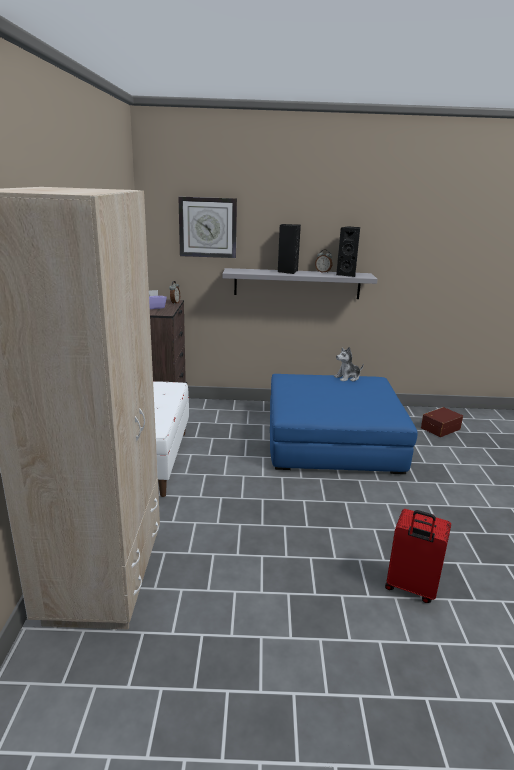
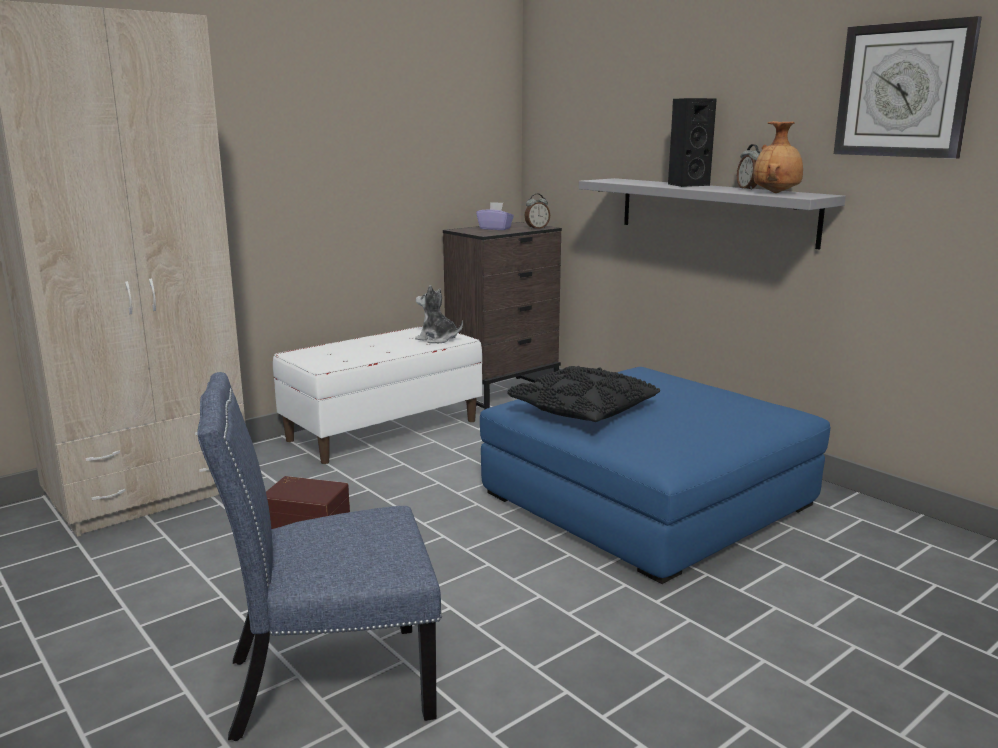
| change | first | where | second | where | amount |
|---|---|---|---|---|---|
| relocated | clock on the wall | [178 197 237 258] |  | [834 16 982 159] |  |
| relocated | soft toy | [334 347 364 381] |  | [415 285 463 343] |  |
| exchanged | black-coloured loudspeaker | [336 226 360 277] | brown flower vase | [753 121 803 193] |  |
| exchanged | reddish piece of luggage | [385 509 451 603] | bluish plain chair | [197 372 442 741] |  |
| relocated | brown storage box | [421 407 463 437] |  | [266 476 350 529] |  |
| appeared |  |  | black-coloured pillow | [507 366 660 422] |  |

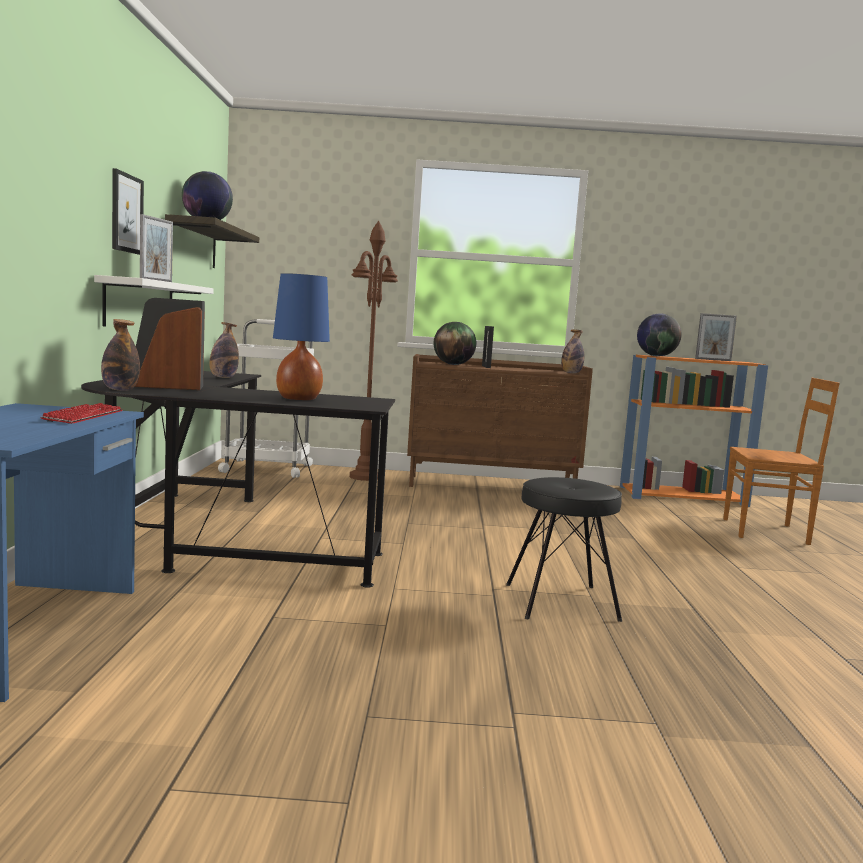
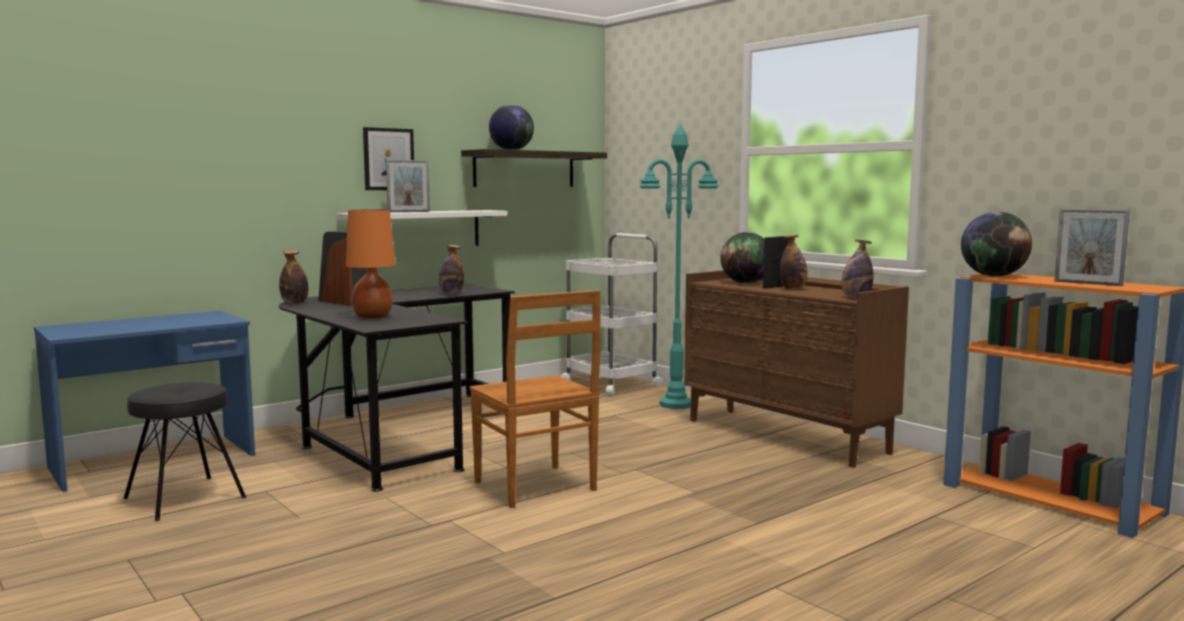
| change | first | where | second | where | amount |
|---|---|---|---|---|---|
| missing | keyboard | [41 403 122 424] |  |  |  |
| colour | bluish table lamp | [273 273 330 400] | orange-coloured table lamp | [346 209 396 318] |  |
| colour | brown standard lamp | [350 221 398 481] | turquoise standard lamp | [639 124 719 409] |  |
| relocated | black-coloured stool | [506 477 622 622] |  | [123 382 246 521] |  |
| relocated | brown plain chair | [723 378 840 545] |  | [469 290 601 508] |  |
| appeared |  |  | drink bottle | [780 235 808 289] |  |

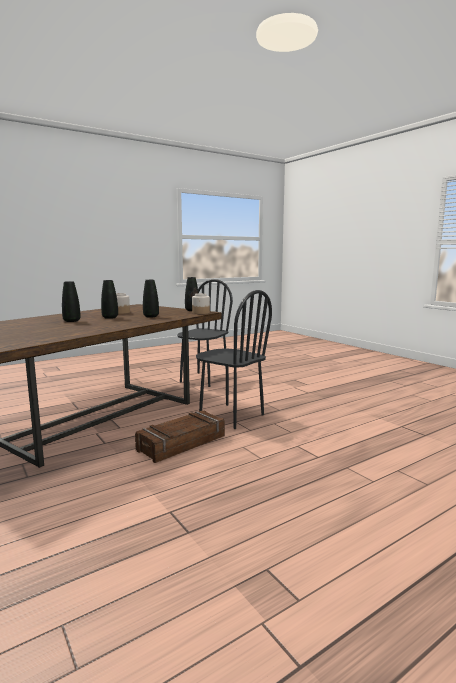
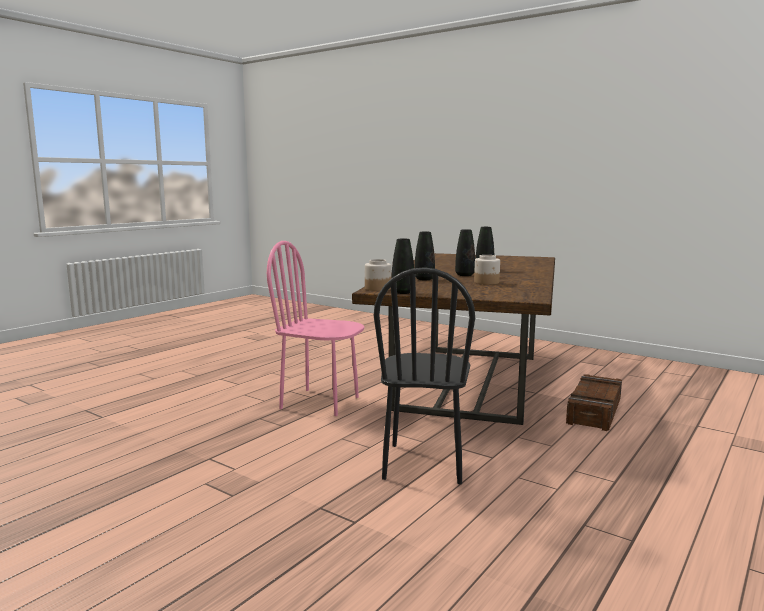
| change | first | where | second | where | amount |
|---|---|---|---|---|---|
| relocated | shipping crate | [135 411 225 463] |  | [566 374 622 431] |  |
| colour | black-coloured plain chair | [196 290 272 429] | pink-coloured plain chair | [267 241 364 416] |  |

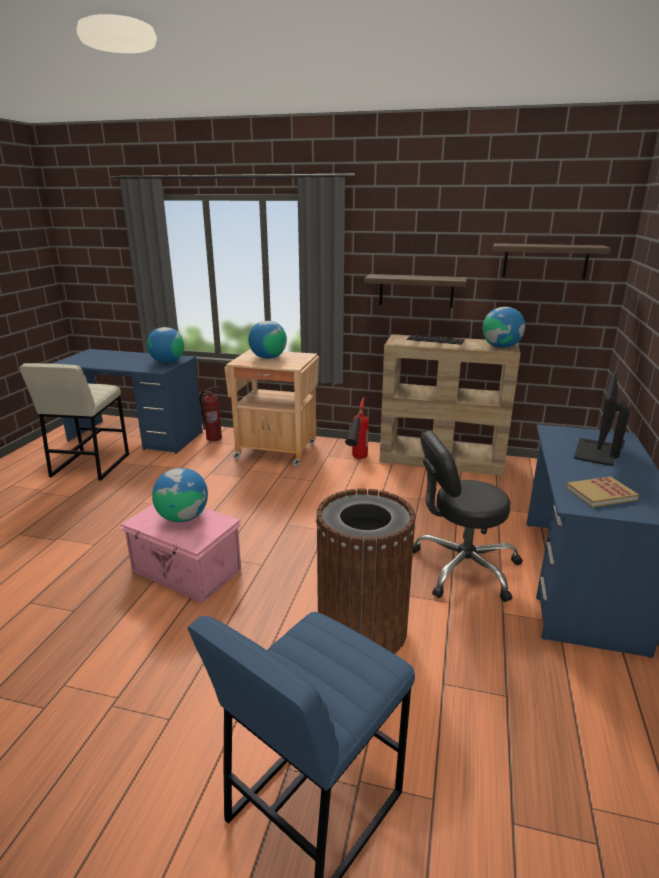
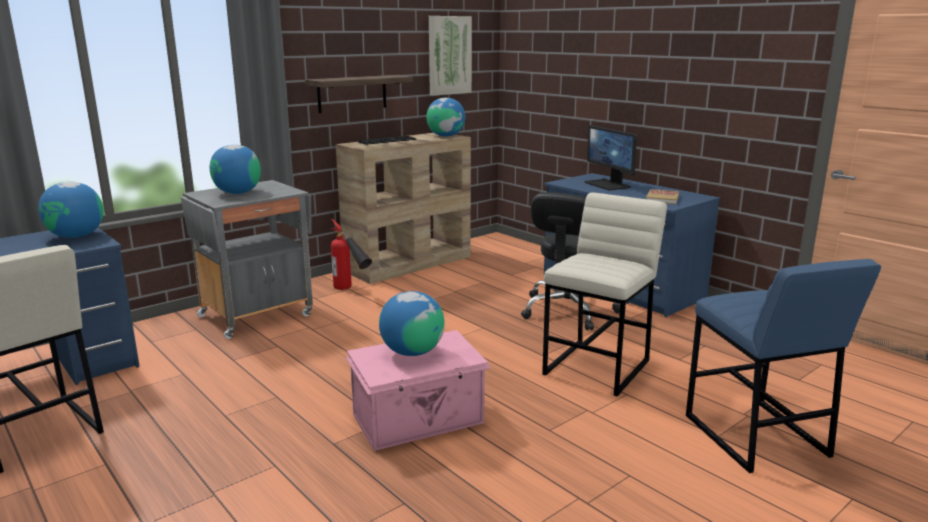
| change | first | where | second | where | amount |
|---|---|---|---|---|---|
| missing | fire-fighting cylinder | [199 386 222 442] |  |  |  |
| colour | brown cart | [224 349 319 466] | greyish cart | [181 180 313 339] |  |
| exchanged | brown waste bin | [316 489 416 654] | beige plain chair | [542 192 667 396] |  |
| exchanged | shelf | [493 243 611 279] | wall art | [429 16 472 96] |  |

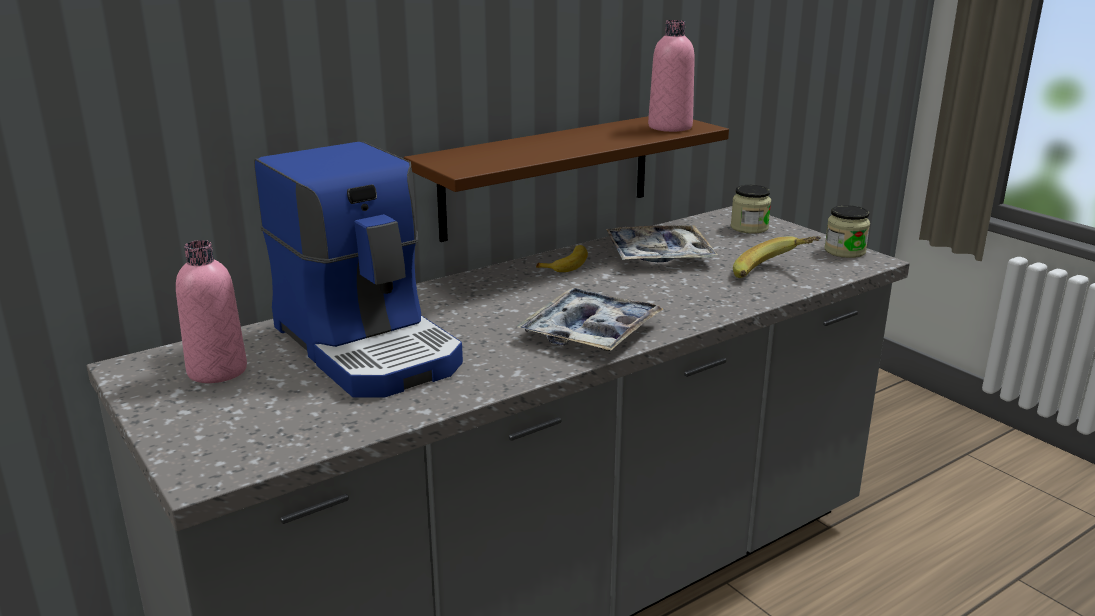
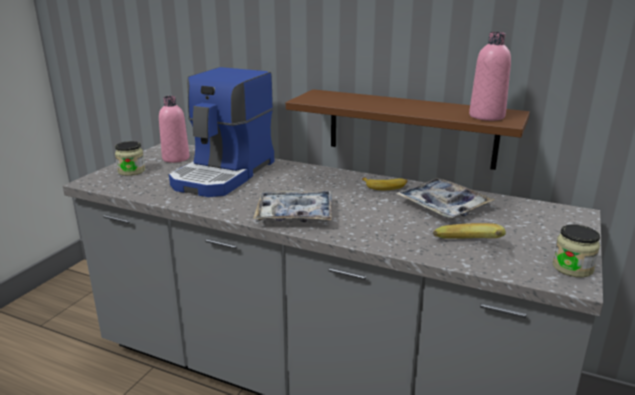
| change | first | where | second | where | amount |
|---|---|---|---|---|---|
| relocated | storage jar | [731 185 771 234] |  | [115 141 145 176] |  |

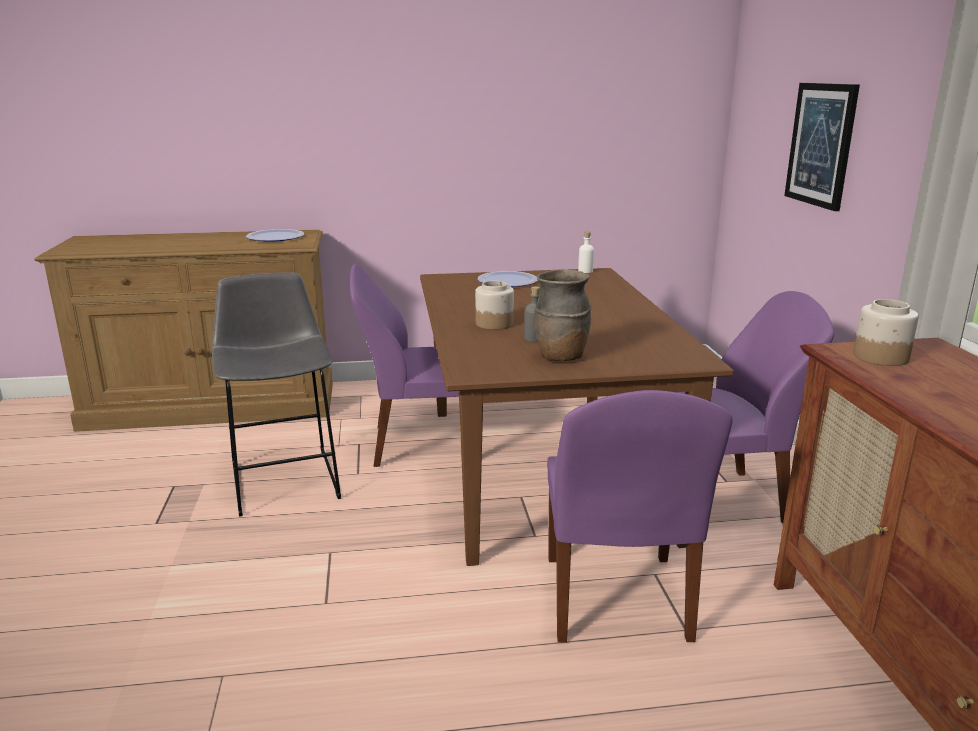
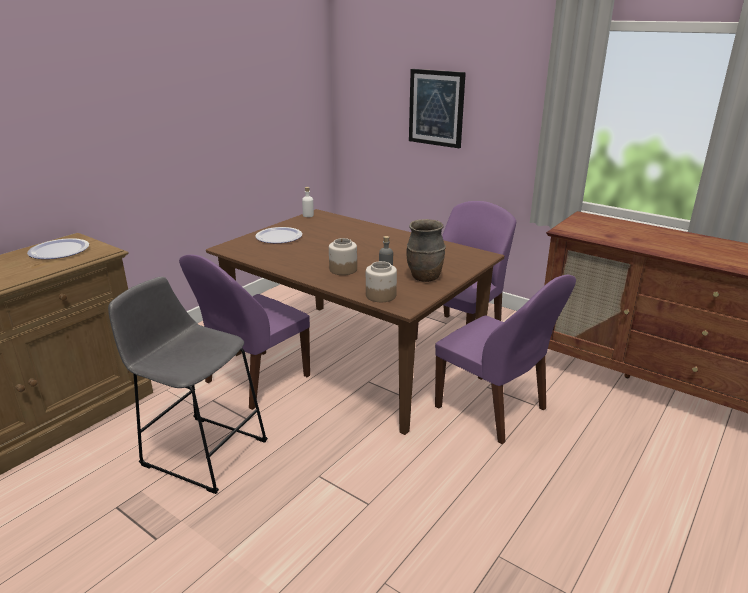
| change | first | where | second | where | amount |
|---|---|---|---|---|---|
| relocated | storage jar | [854 299 919 366] |  | [366 261 397 302] |  |

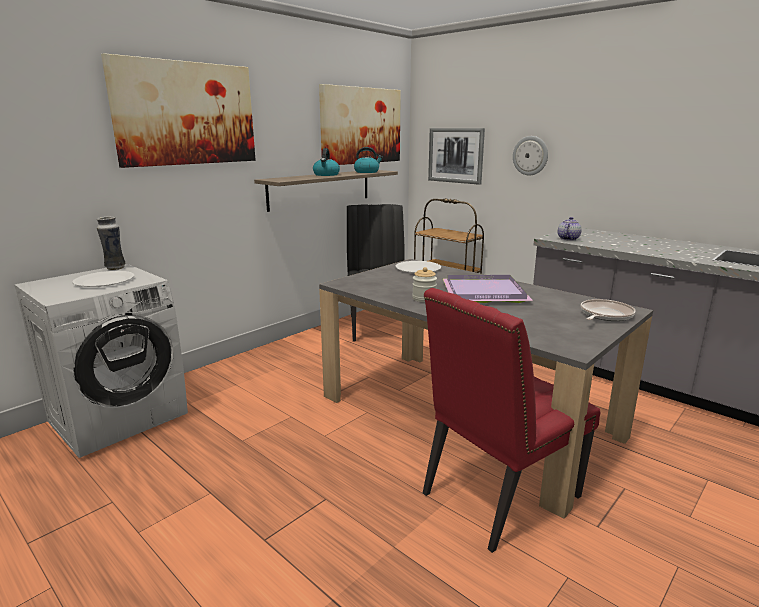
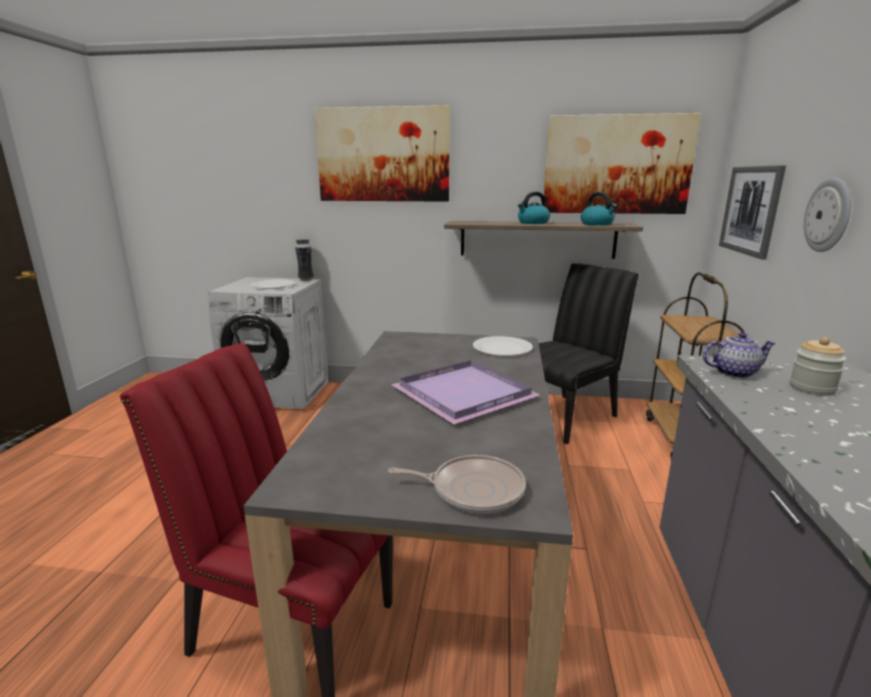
| change | first | where | second | where | amount |
|---|---|---|---|---|---|
| relocated | storage jar | [412 267 437 302] |  | [789 337 846 396] |  |

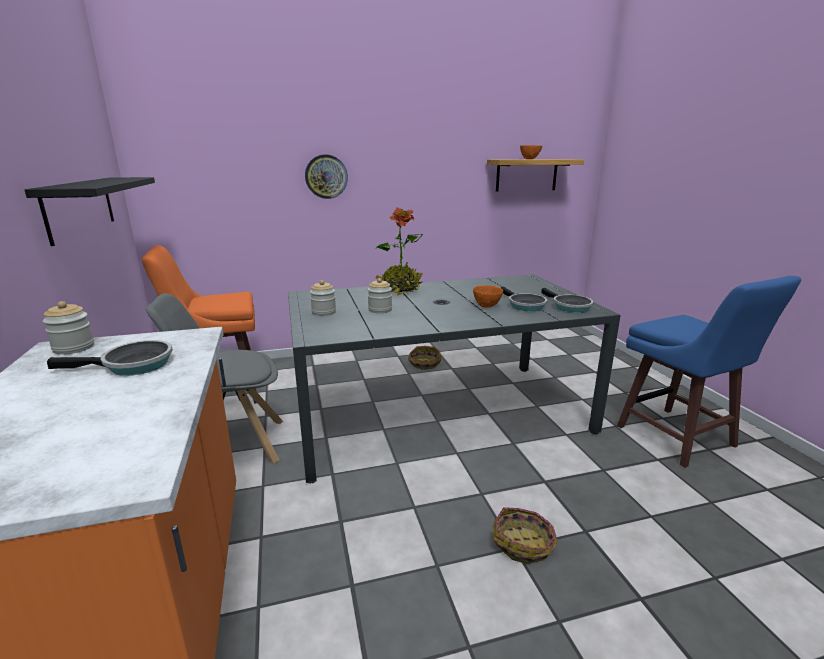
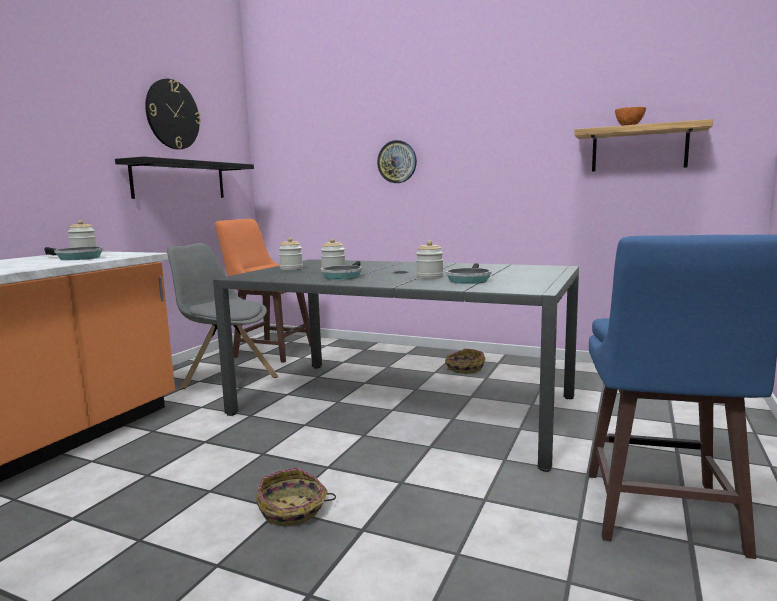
| change | first | where | second | where | amount |
|---|---|---|---|---|---|
| missing | houseplant | [375 207 423 296] |  |  |  |
| exchanged | orange-coloured bowl | [473 285 503 308] | storage jar | [416 241 443 279] |  |
| relocated | frying pan | [542 288 593 313] |  | [321 261 362 280] |  |
| appeared |  |  | clock on the wall | [145 79 201 149] |  |

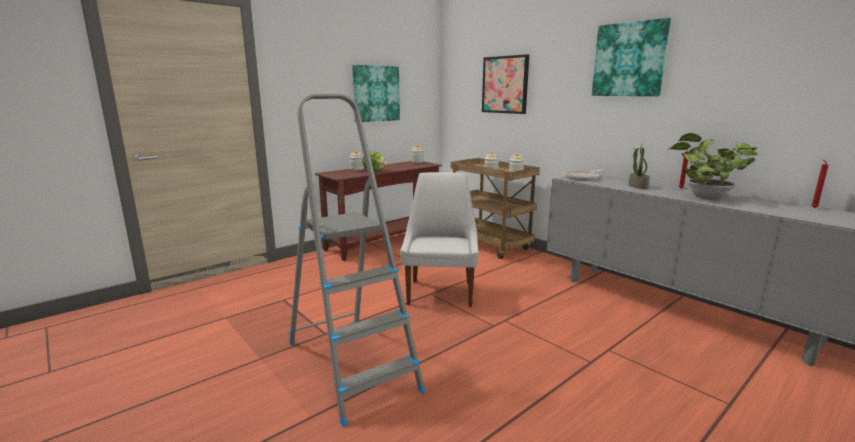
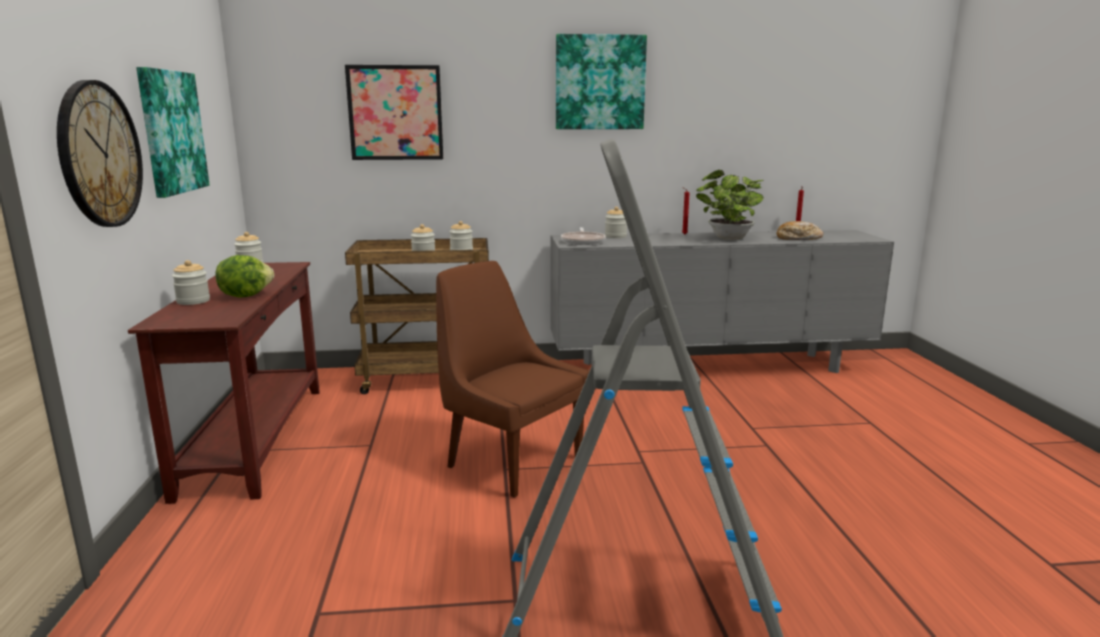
| change | first | where | second | where | amount |
|---|---|---|---|---|---|
| colour | white-coloured plain chair | [400 172 479 307] | brown plain chair | [436 261 589 498] |  |
| missing | houseplant | [629 144 650 189] |  |  |  |
| appeared |  |  | clock on the wall | [57 80 143 227] |  |
| appeared |  |  | storage jar | [605 207 627 238] |  |
| appeared |  |  | bakery bread | [776 221 823 240] |  |

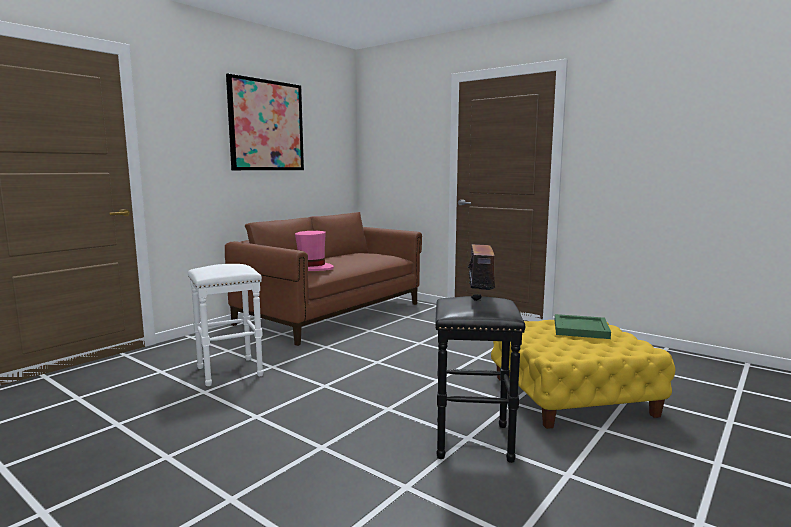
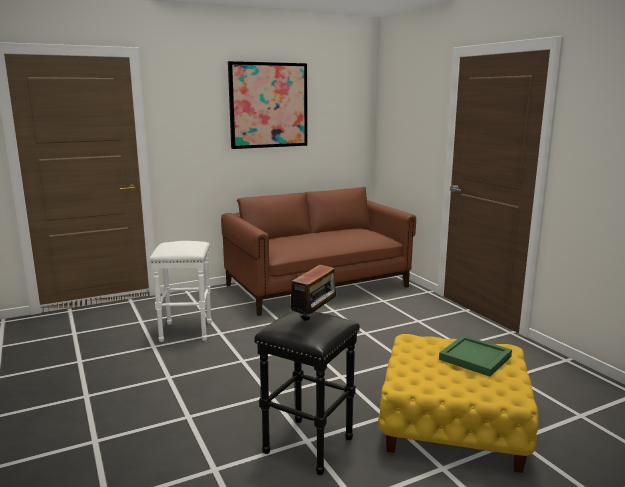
| change | first | where | second | where | amount |
|---|---|---|---|---|---|
| missing | pink-coloured hat | [295 231 334 271] |  |  |  |

